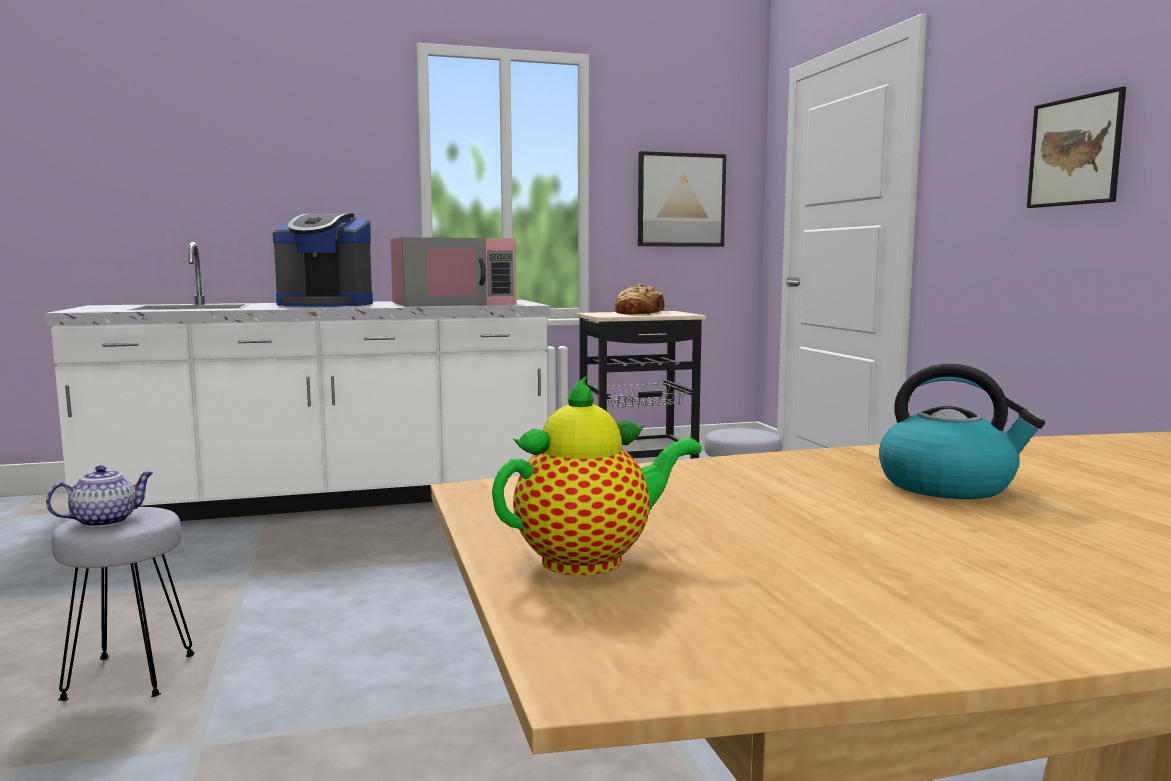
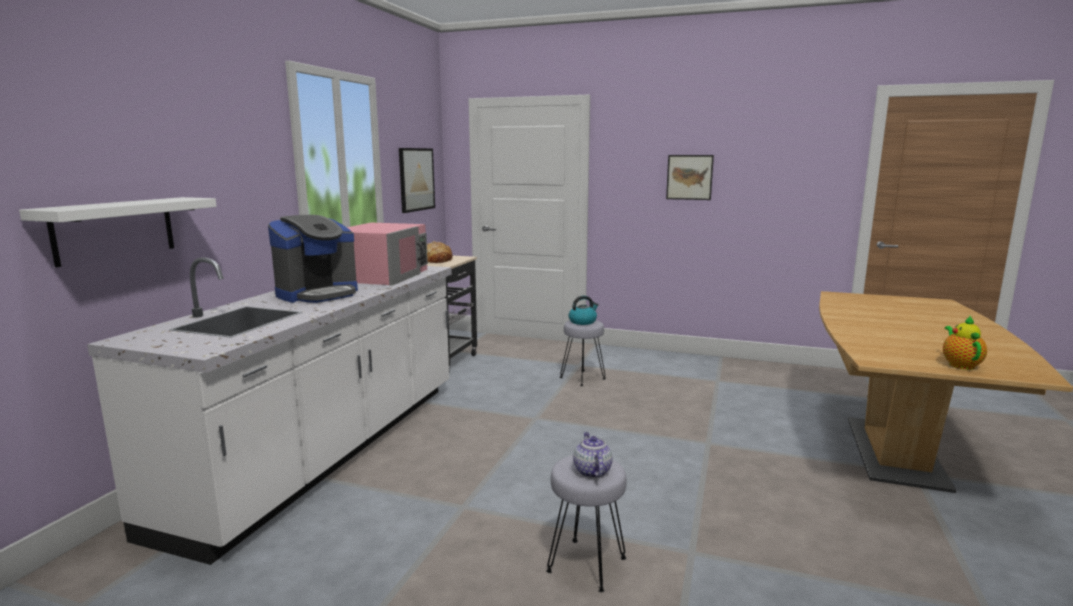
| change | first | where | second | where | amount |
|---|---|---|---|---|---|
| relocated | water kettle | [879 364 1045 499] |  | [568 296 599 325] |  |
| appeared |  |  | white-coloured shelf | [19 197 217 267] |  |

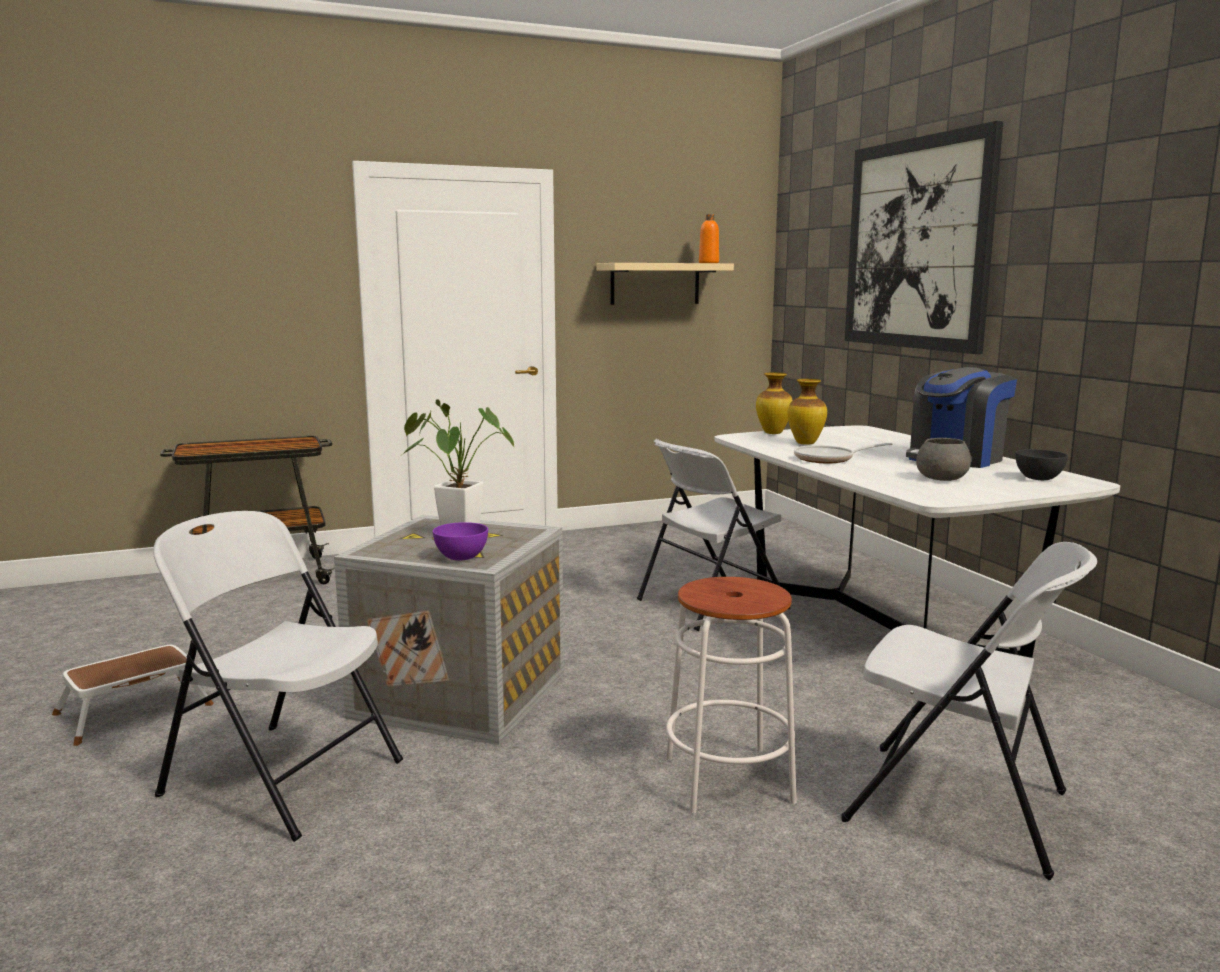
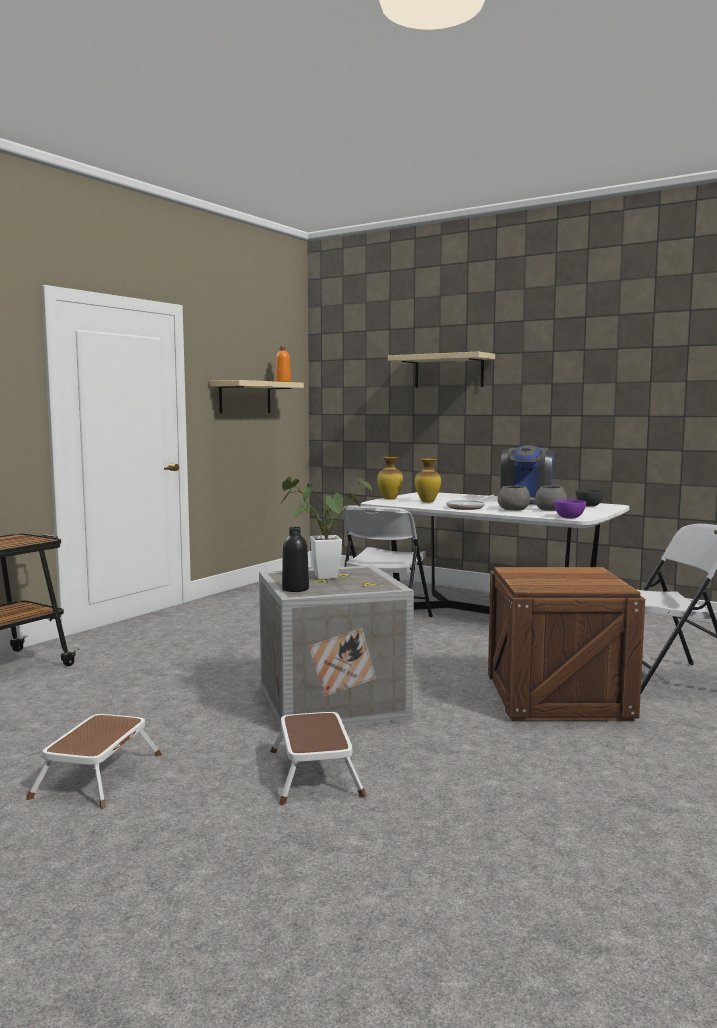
| change | first | where | second | where | amount |
|---|---|---|---|---|---|
| exchanged | white-coloured plain chair | [153 511 403 842] | brown step stool | [270 712 366 805] |  |
| relocated | purple-coloured bowl | [433 522 488 561] |  | [554 499 586 519] |  |
| exchanged | white-coloured stool | [666 577 797 814] | shipping crate | [488 567 645 721] |  |
| exchanged | wall art | [845 121 1003 354] | beige shelf | [388 352 495 388] |  |
| appeared |  |  | black-coloured drink bottle | [282 527 309 592] |  |
| appeared |  |  | greyish bowl | [498 486 530 511] |  |

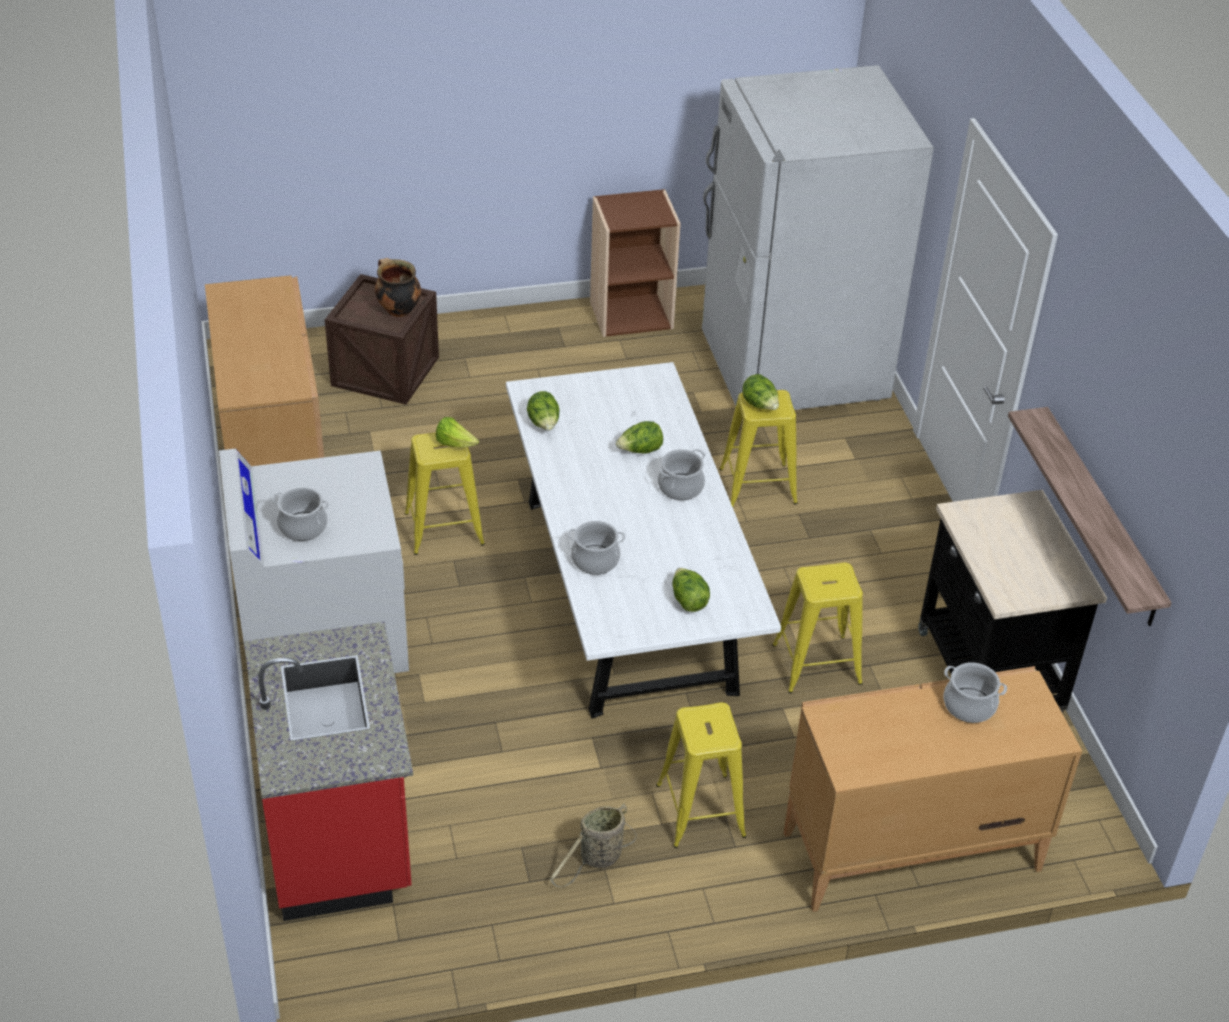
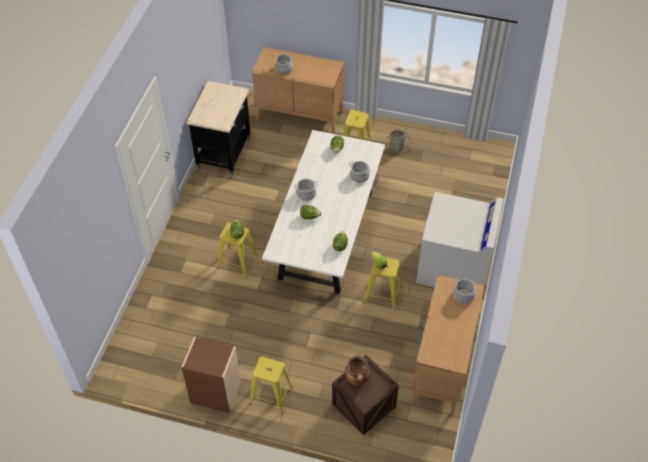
| change | first | where | second | where | amount |
|---|---|---|---|---|---|
| missing | reddish kitchen counter | [244 622 413 921] |  |  |  |
| relocated | stockpot | [272 487 329 541] |  | [453 278 477 304] |  |
| missing | white-coloured refrigerator | [702 65 934 410] |  |  |  |
| relocated | yellow stool | [772 562 863 693] |  | [249 356 293 414] |  |
| missing | shelf | [1008 407 1172 626] |  |  |  |

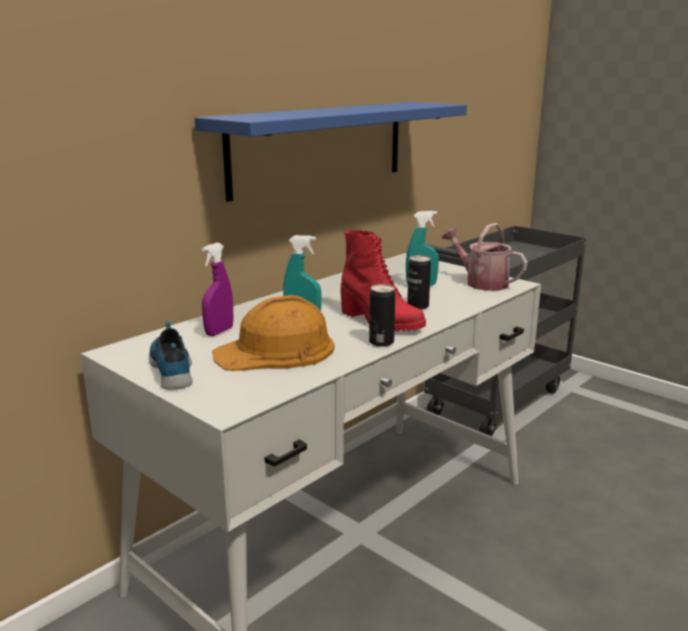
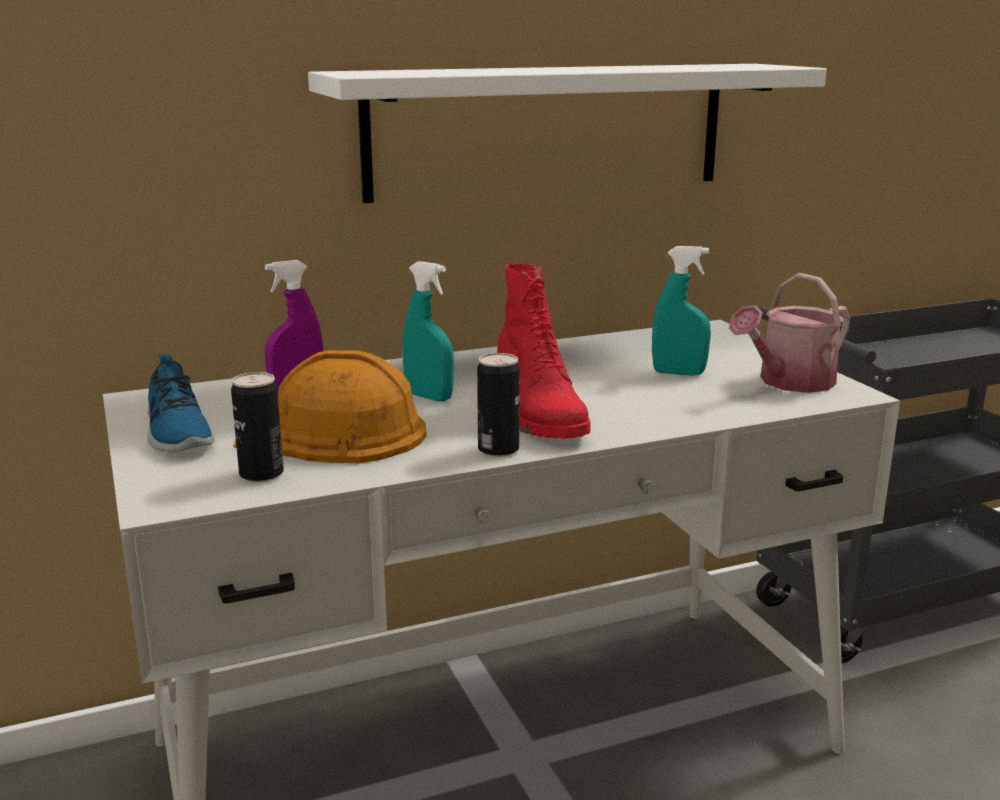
| change | first | where | second | where | amount |
|---|---|---|---|---|---|
| spun | low shoe | [149 321 193 390] |  | [147 354 215 452] | 150 degrees clockwise |
| colour | bluish shelf | [195 102 467 202] | white-coloured shelf | [308 64 827 203] |  |
| relocated | can | [407 255 431 310] |  | [231 372 284 482] |  |
| spun | sprinkling can | [442 223 528 291] |  | [729 273 850 393] | 105 degrees counterclockwise |

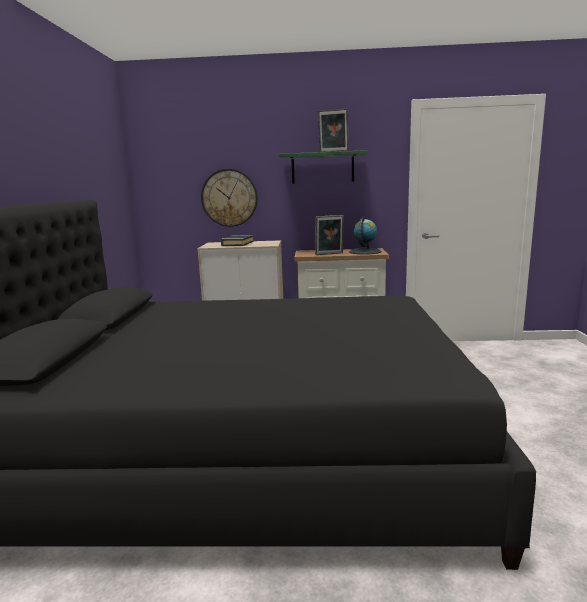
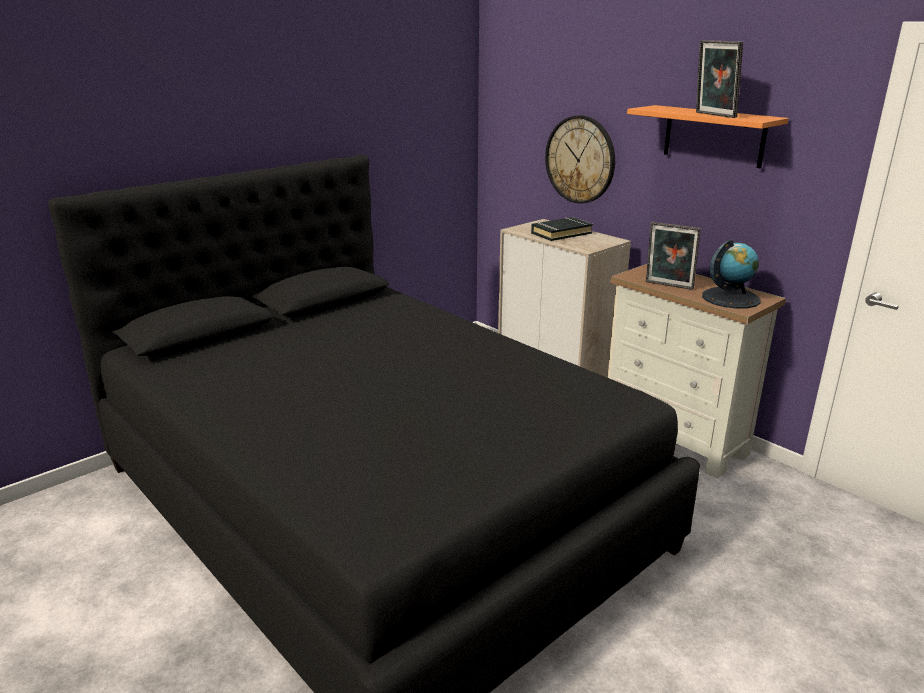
| change | first | where | second | where | amount |
|---|---|---|---|---|---|
| colour | green-coloured shelf | [279 150 368 184] | orange-coloured shelf | [627 105 789 169] |  |

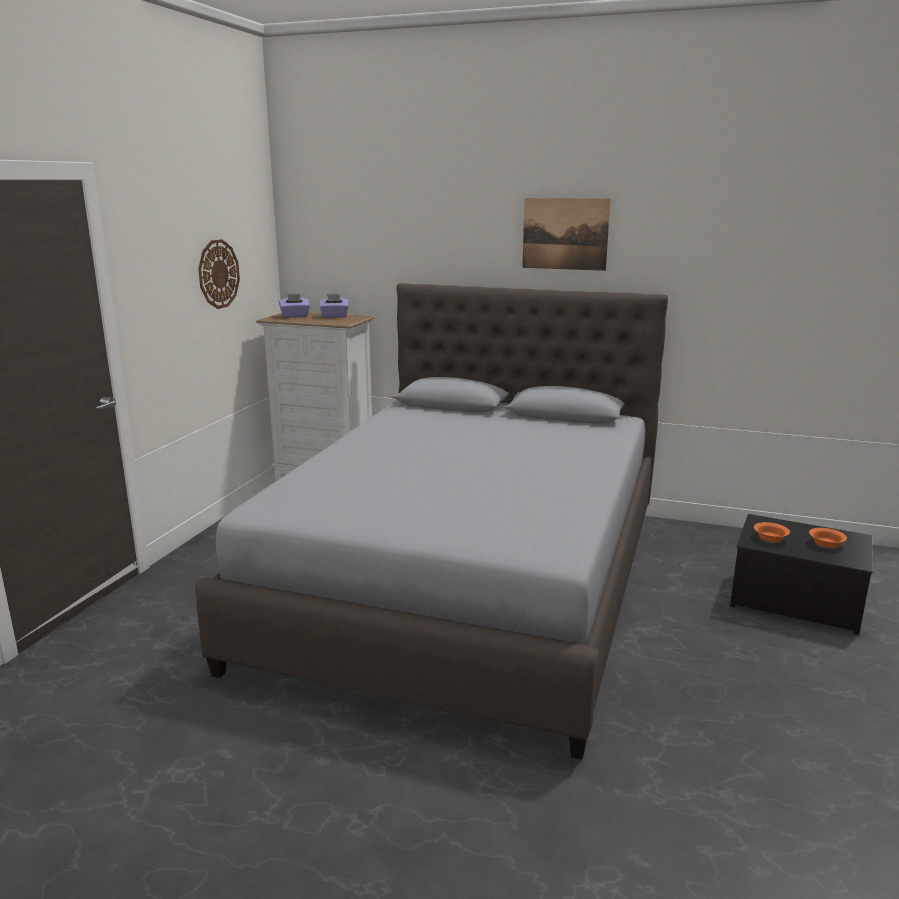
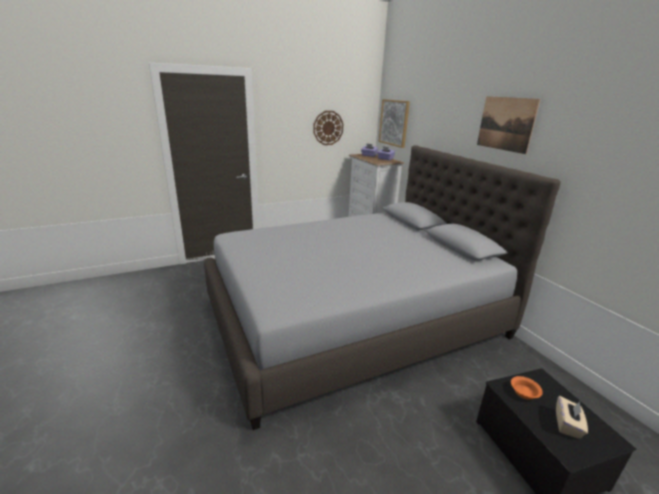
| change | first | where | second | where | amount |
|---|---|---|---|---|---|
| exchanged | orange-coloured bowl | [809 528 847 548] | beige tissue holder | [556 396 588 439] |  |
| appeared |  |  | wall art | [379 99 410 148] |  |

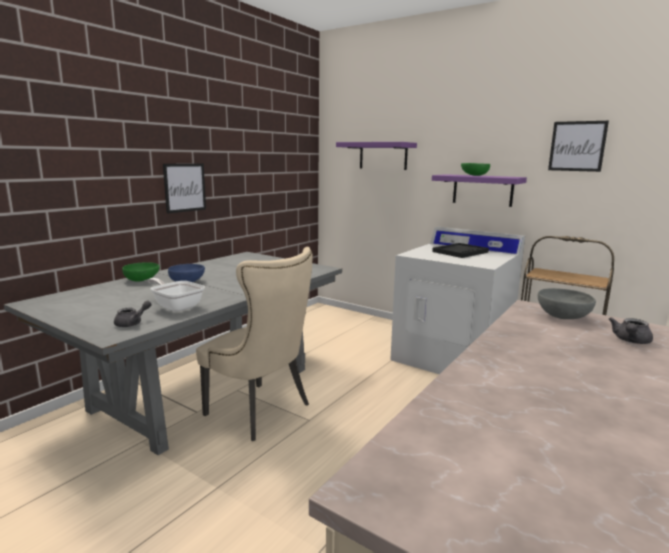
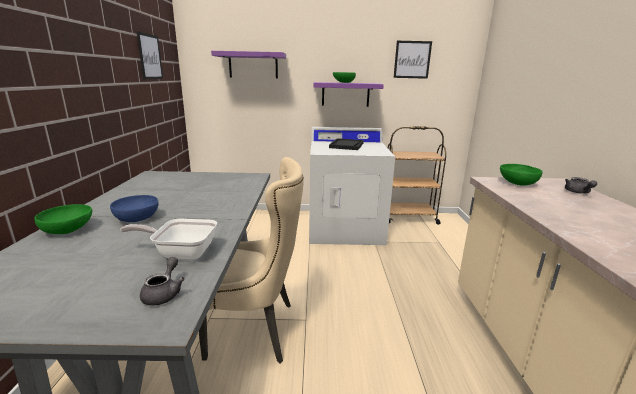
| change | first | where | second | where | amount |
|---|---|---|---|---|---|
| relocated | wall art | [163 164 206 213] |  | [136 31 163 79] |  |
| colour | greyish bowl | [538 288 596 319] | green-coloured bowl | [500 164 543 186] |  |

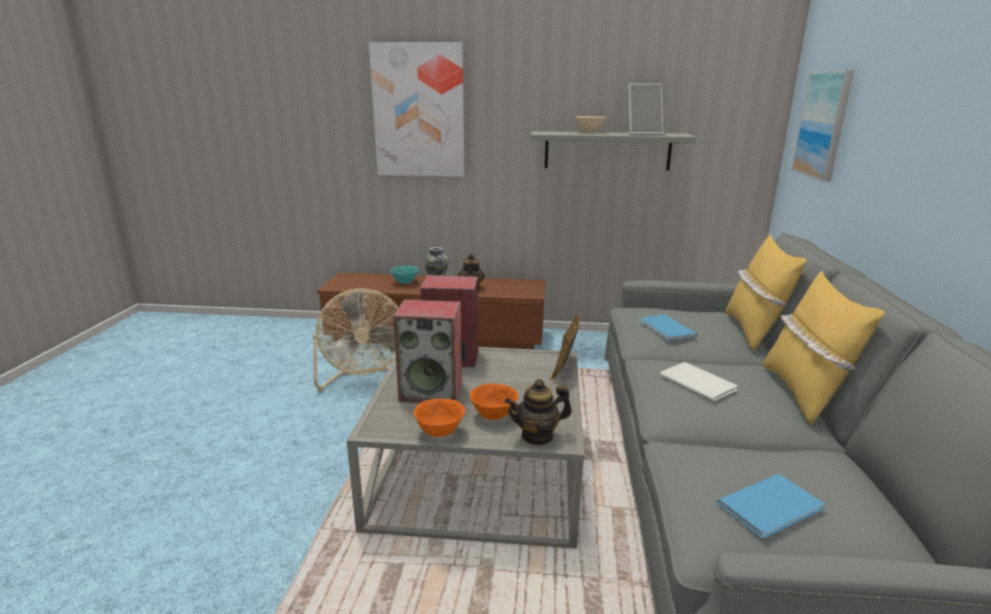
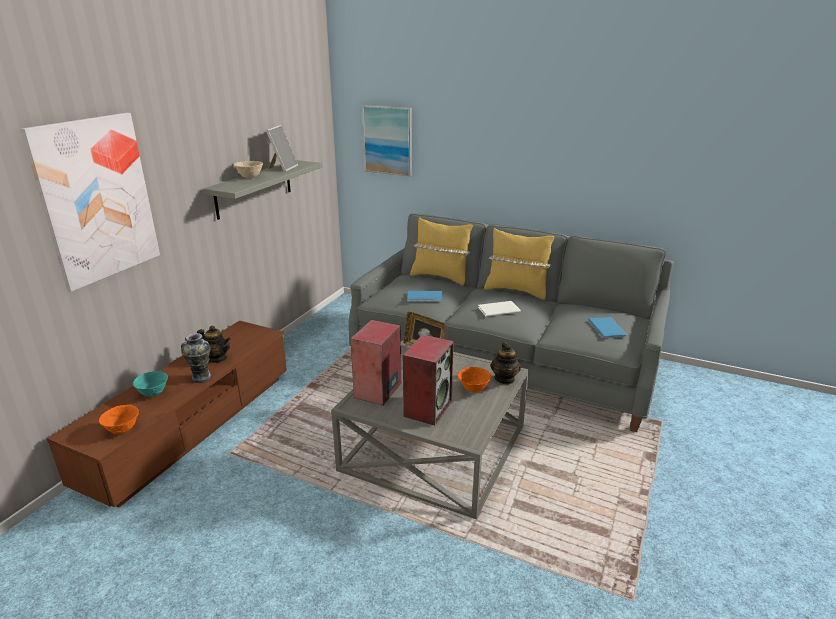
| change | first | where | second | where | amount |
|---|---|---|---|---|---|
| missing | beige cooling fan | [313 288 398 392] |  |  |  |
| relocated | orange-coloured bowl | [414 398 465 437] |  | [99 405 139 434] |  |

